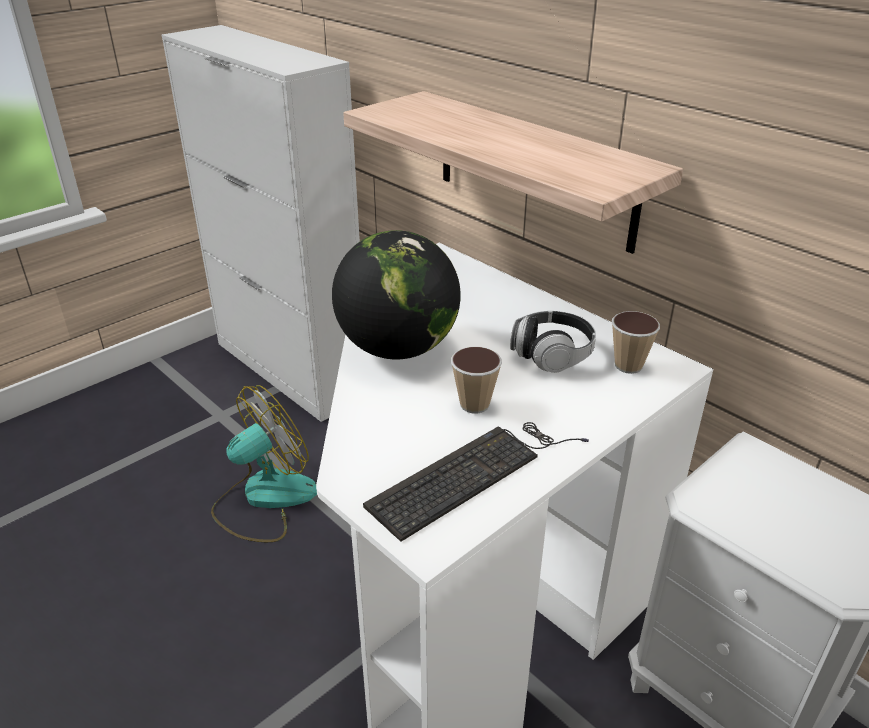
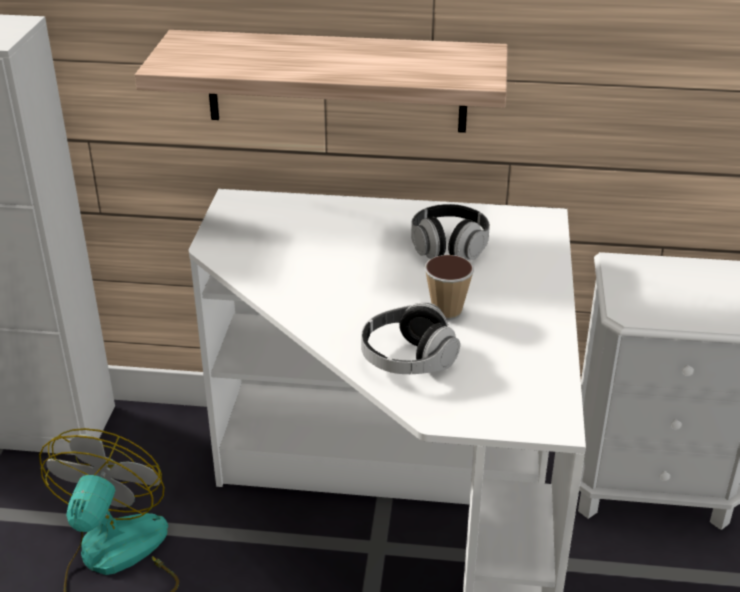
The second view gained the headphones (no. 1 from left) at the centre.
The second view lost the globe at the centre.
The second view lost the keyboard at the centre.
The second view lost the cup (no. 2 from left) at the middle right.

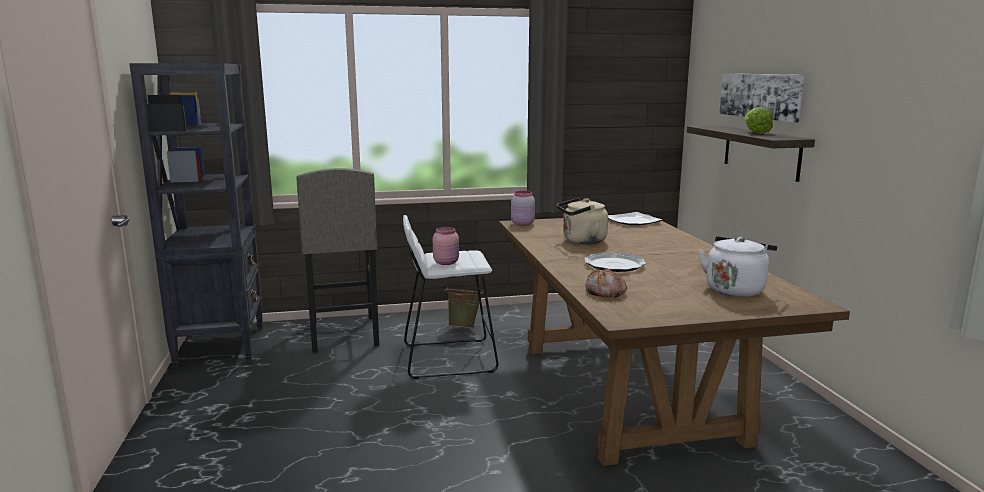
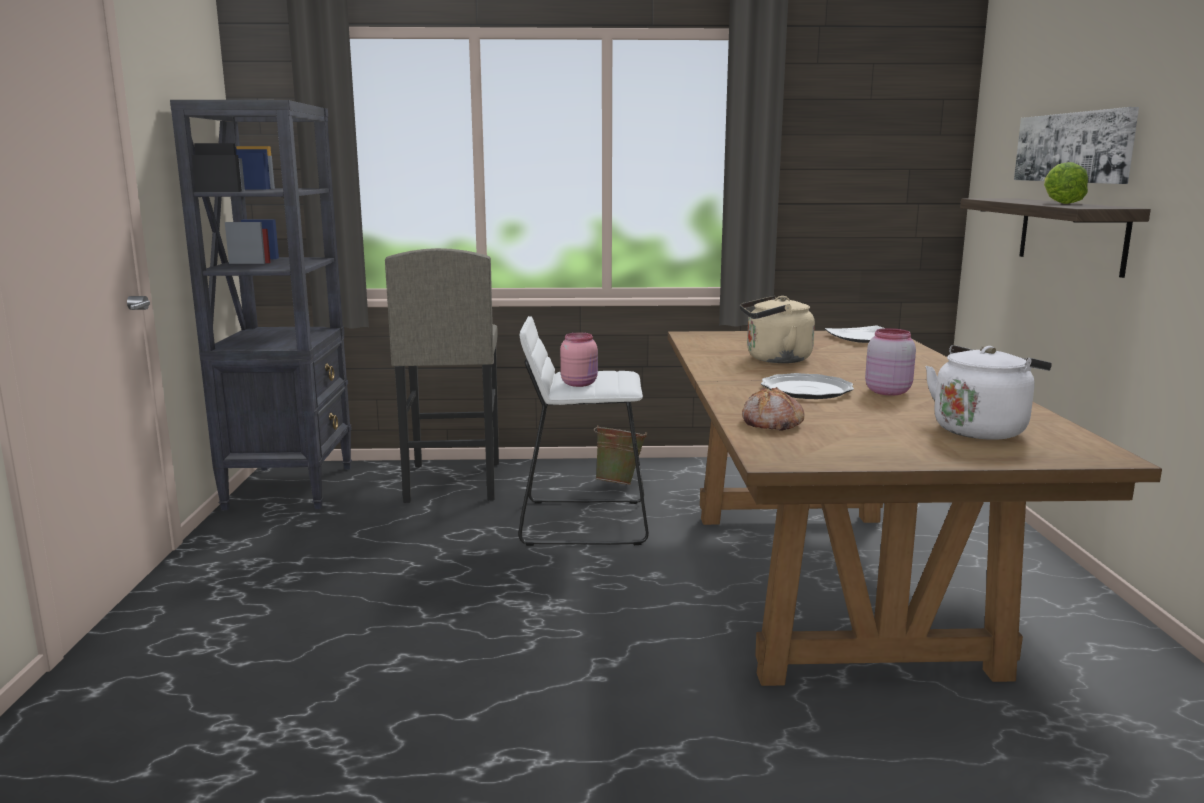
The pink jar (no. 2 from left) ended up elsewhere, having gone from the centre to the middle right.

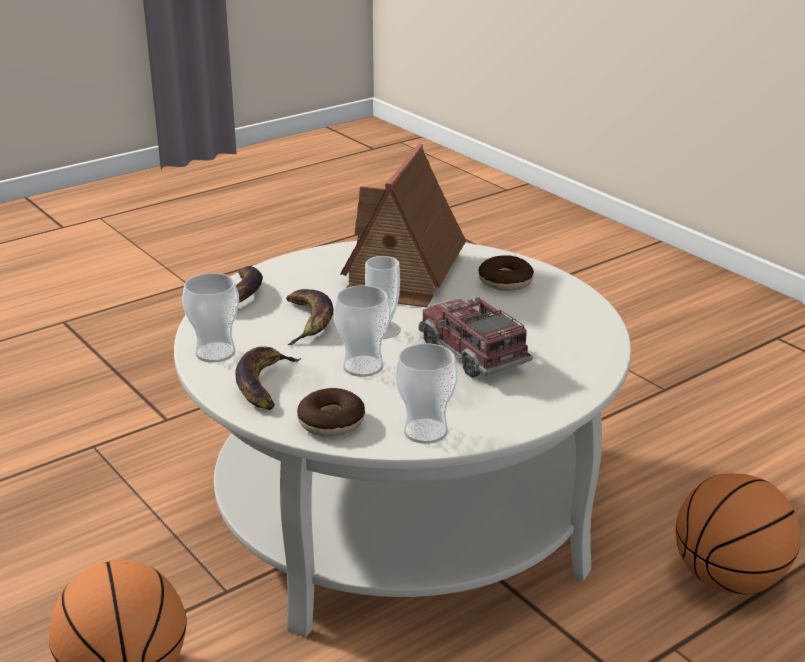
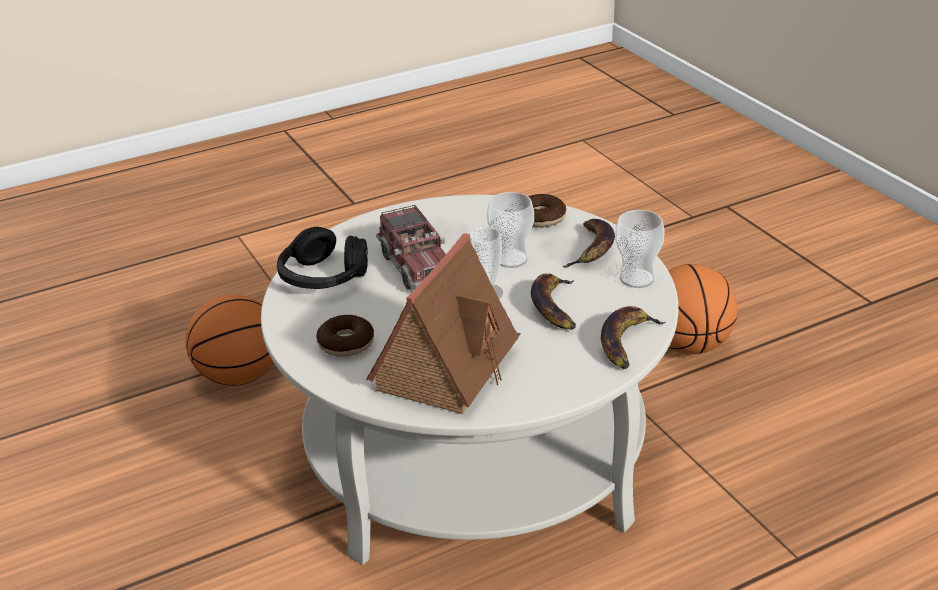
The second view gained the black headphones at the centre.
The second view lost the cup (no. 4 from left) at the centre.

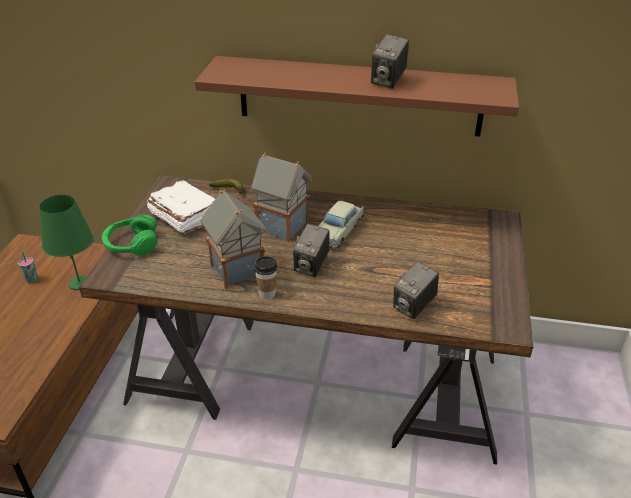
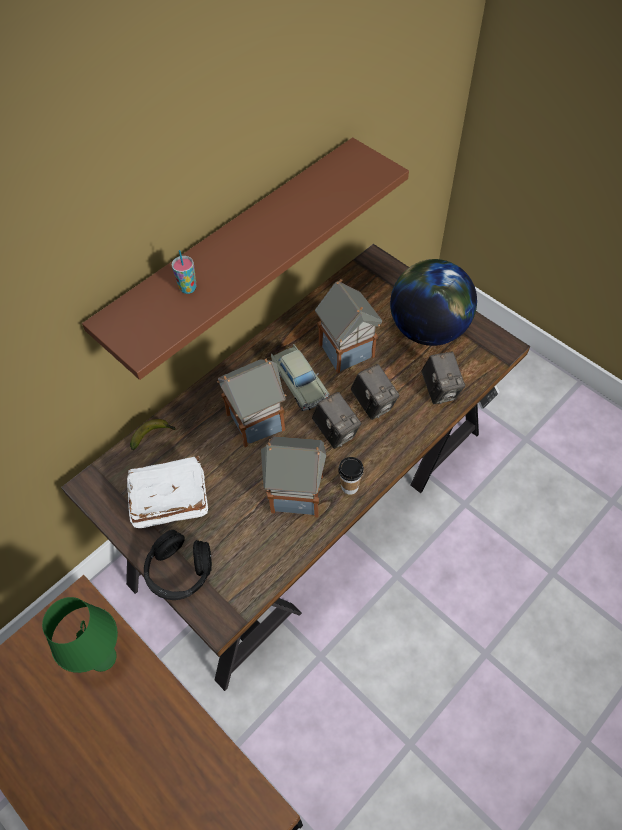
What was the green headphones at the middle left turned into the black headphones at the bottom left.
The cup (no. 1 from left) ended up elsewhere, having gone from the middle left to the top left.
The second view gained the toy house (no. 3 from left) at the centre.
The photo camera (no. 2 from left) ended up elsewhere, having gone from the top centre to the centre.
The second view gained the globe at the middle right.

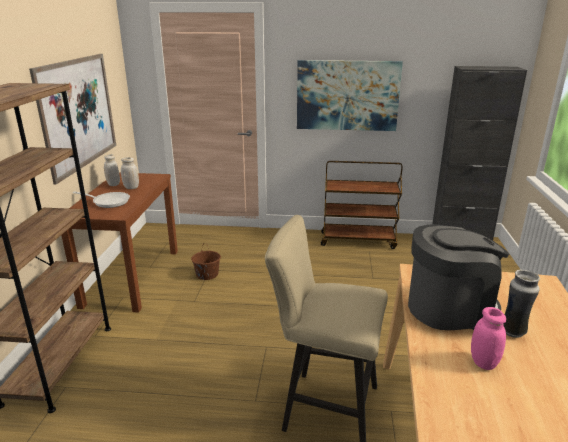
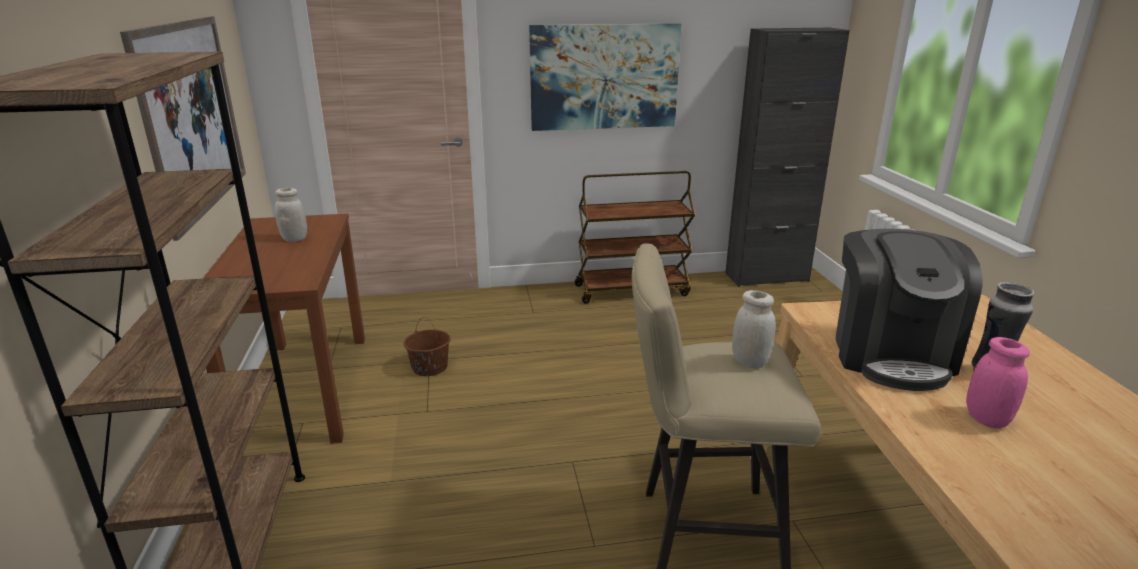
The white jar (no. 1 from left in the first image) ended up elsewhere, having gone from the middle left to the centre.
The coffee machine at the middle right ended up facing another way, 120 degrees clockwise from before.
The second view lost the frying pan at the middle left.

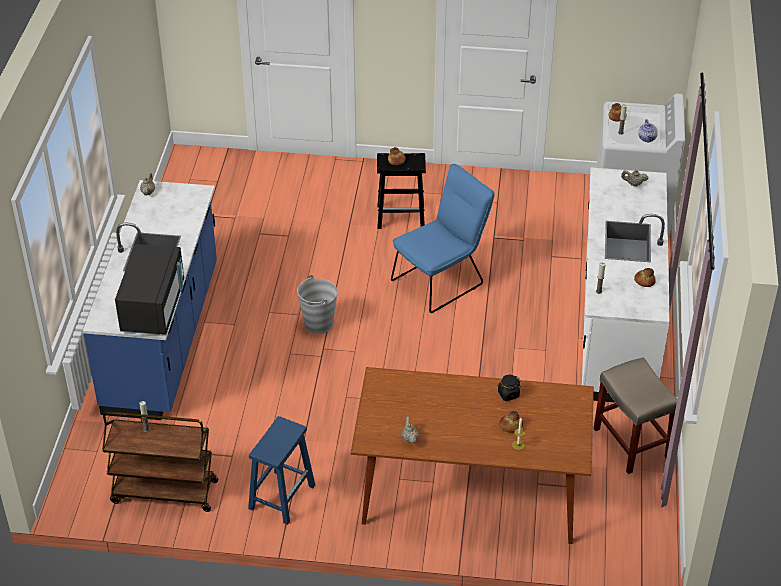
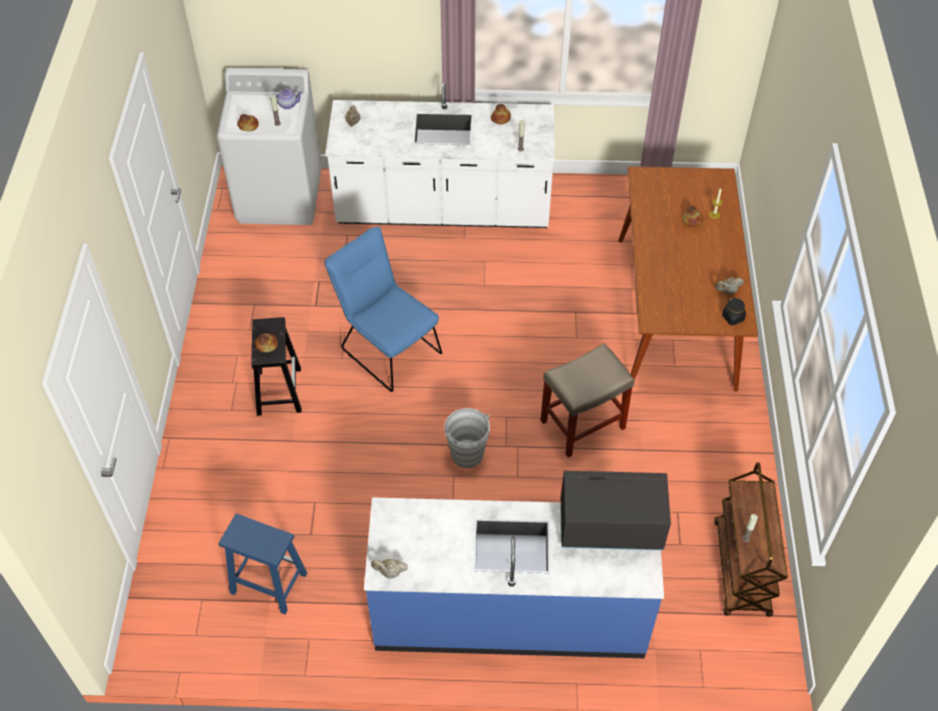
The blue stool ended up elsewhere, having gone from the bottom centre to the bottom left.
The beige stool ended up elsewhere, having gone from the bottom right to the centre.
The black jar ended up elsewhere, having gone from the centre to the middle right.

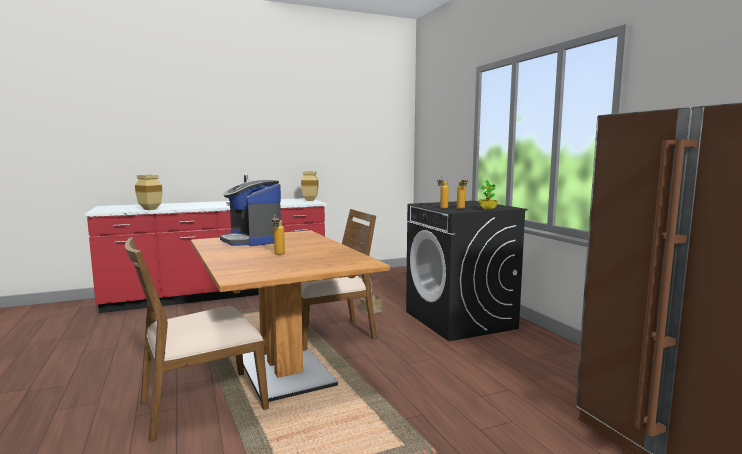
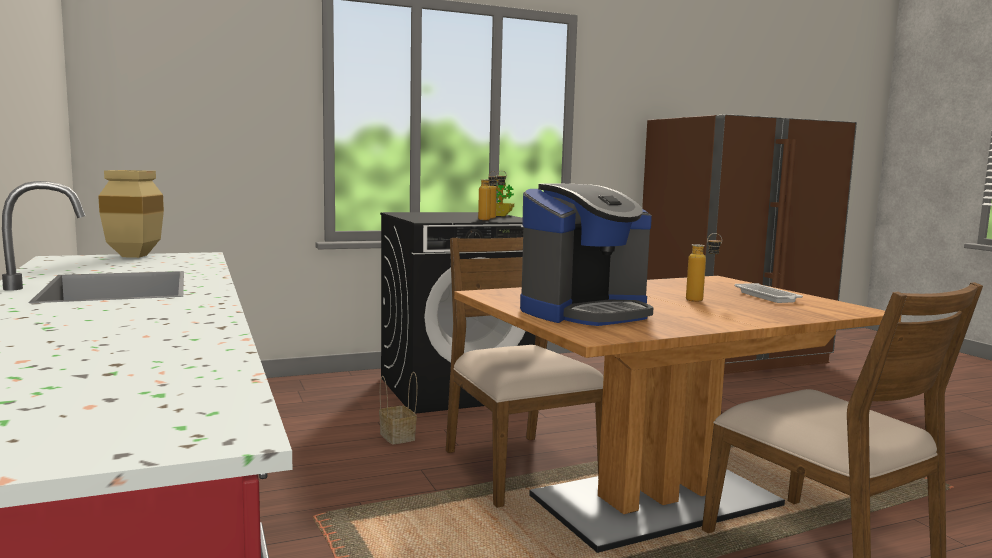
The second view gained the white tray at the middle right.
The second view lost the beige vase (no. 1 from left) at the middle left.

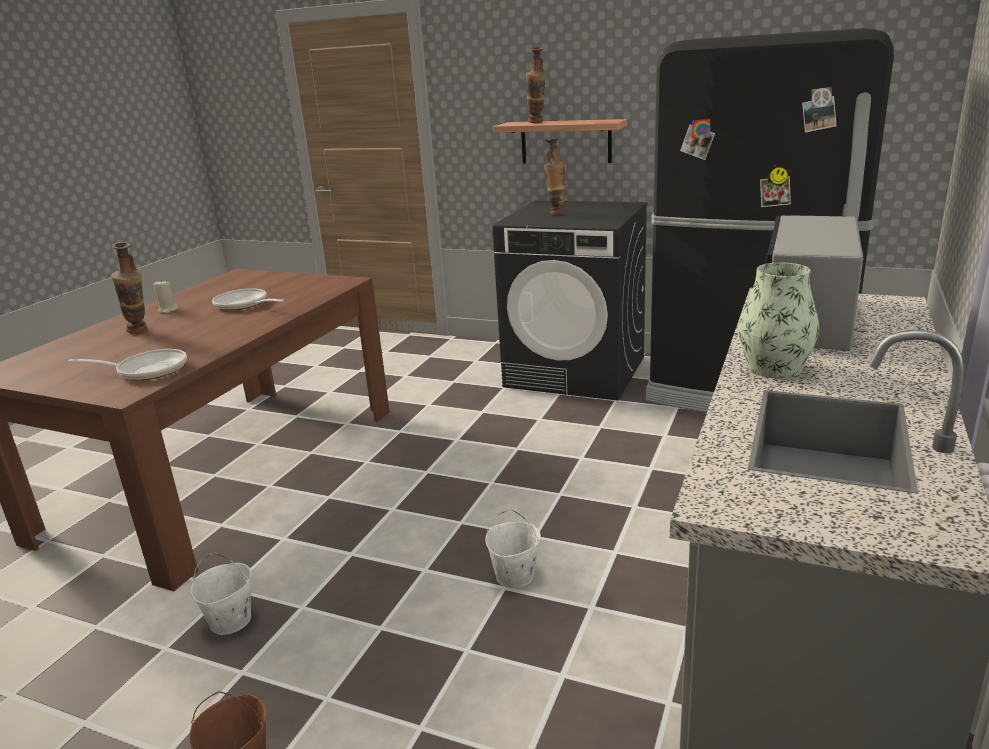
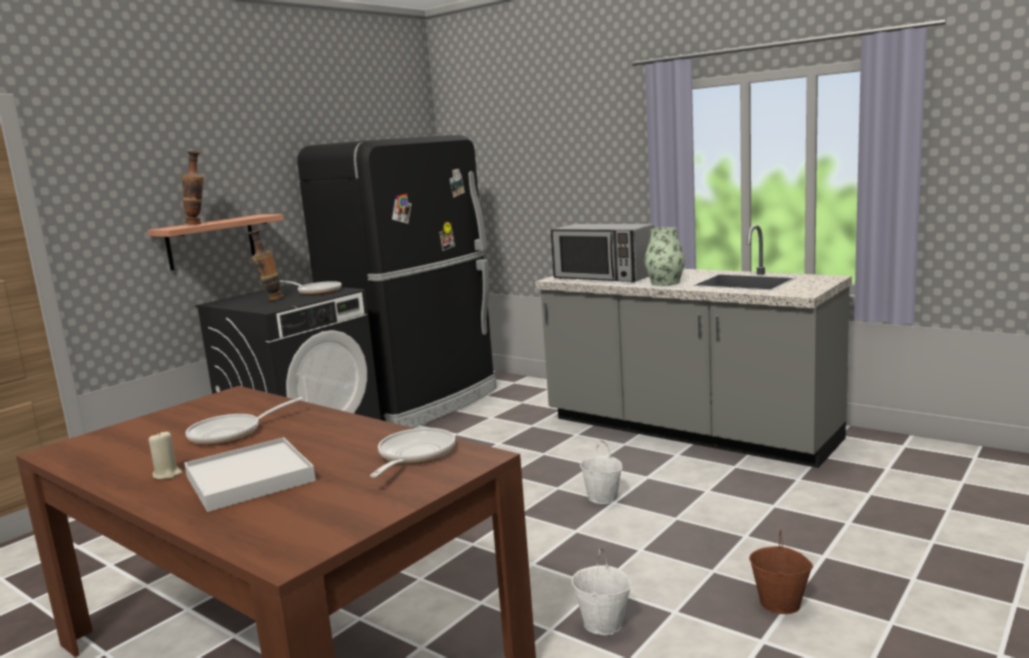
Where the vase (no. 1 from left) stood at the middle left, the white tray came to stand at the bottom left.
The second view gained the frying pan (no. 2 from left) at the middle left.

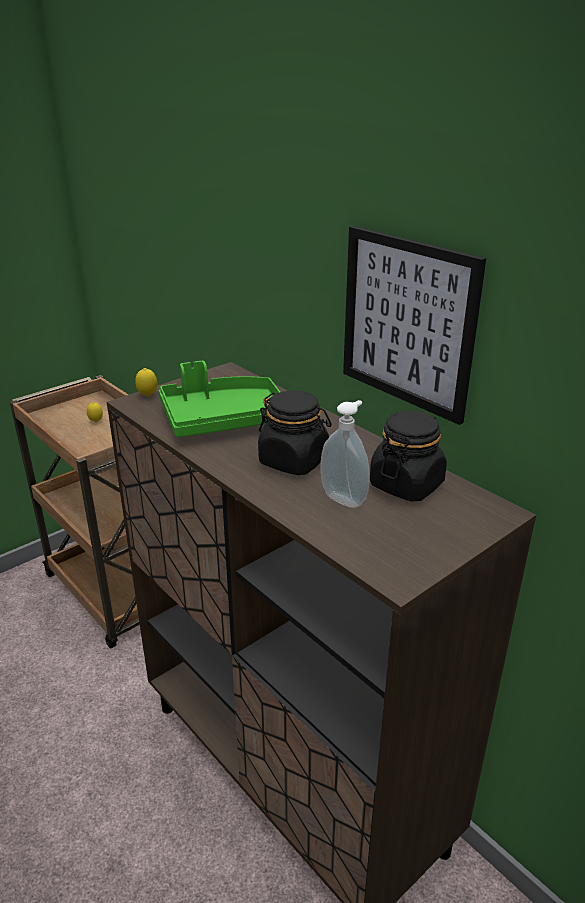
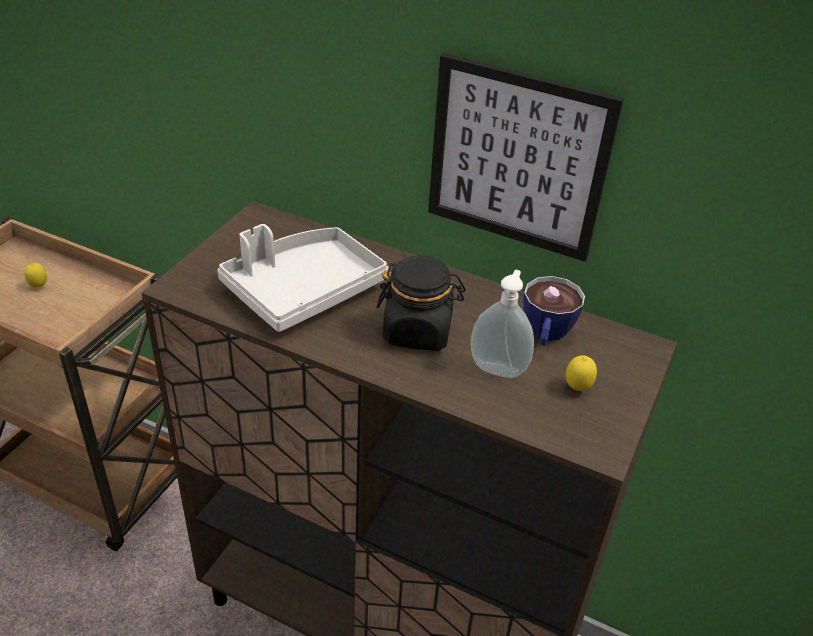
What was the green tray at the centre turned into the grey tray at the centre.
Where the black jar (no. 2 from left) stood at the middle right, the cup came to stand at the middle right.
The lemon (no. 2 from left) ended up elsewhere, having gone from the middle left to the middle right.

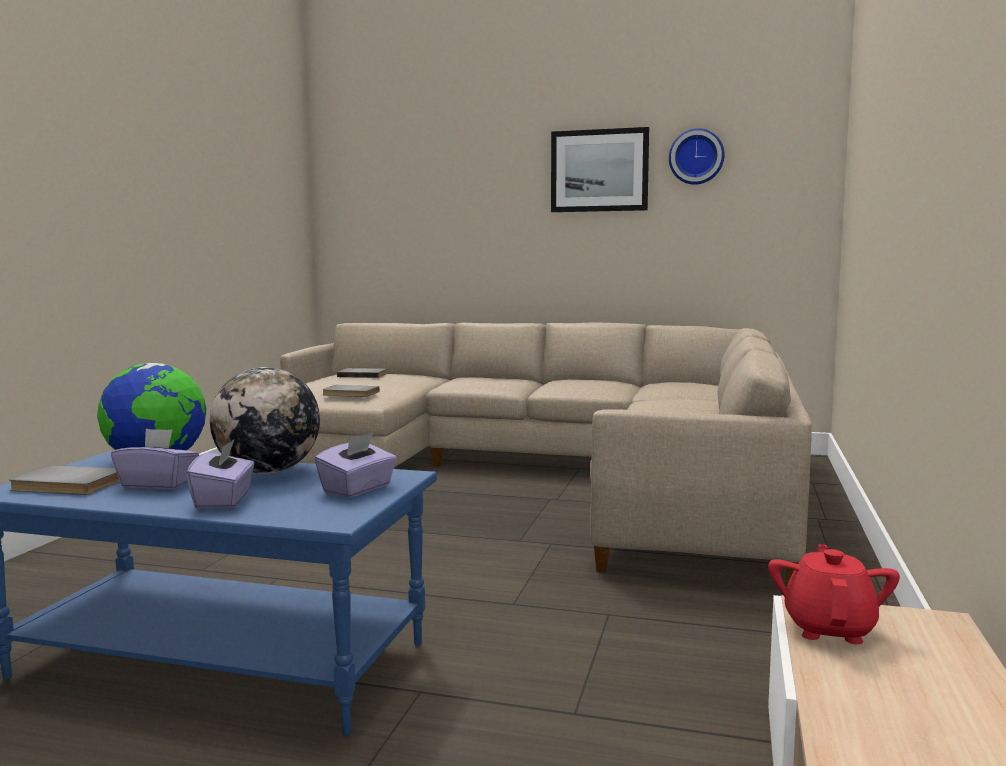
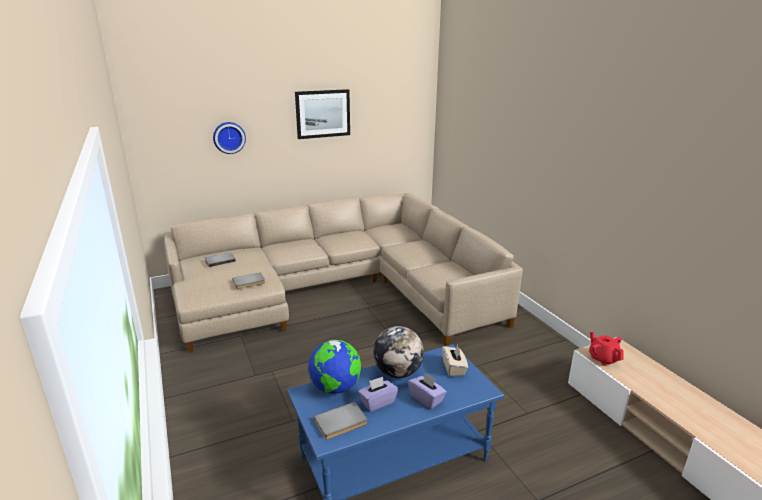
The wall clock ended up elsewhere, having gone from the top right to the top left.
What was the purple tissue box (no. 3 from left) at the centre turned into the beige tissue box at the bottom centre.

